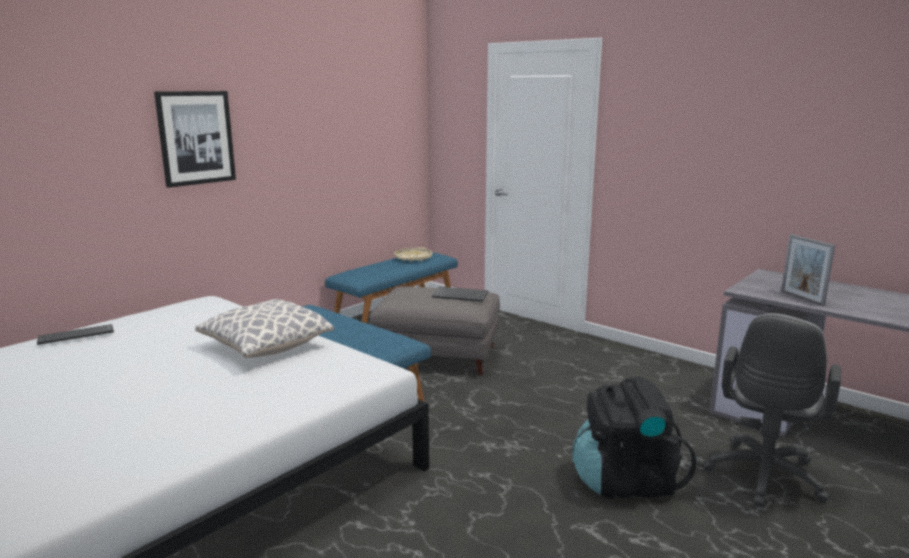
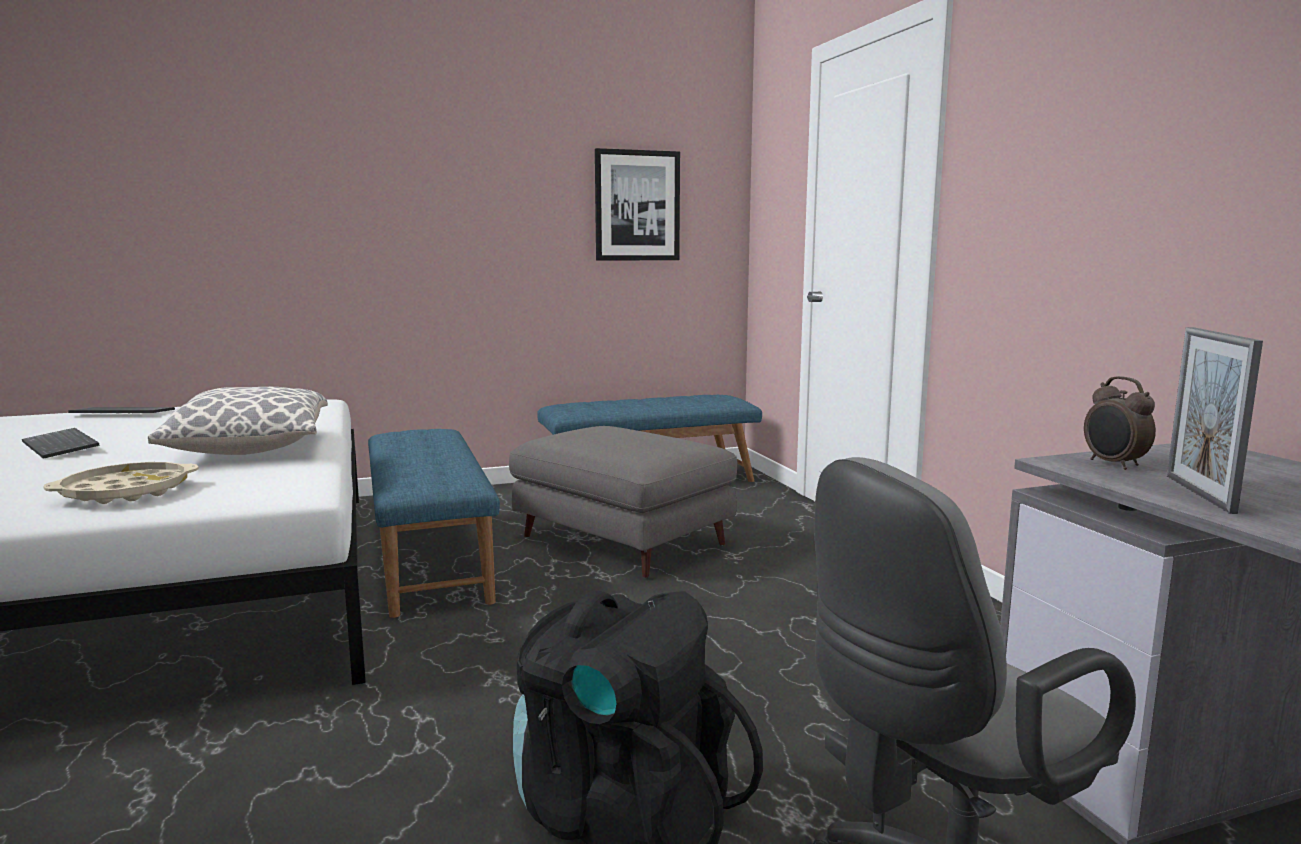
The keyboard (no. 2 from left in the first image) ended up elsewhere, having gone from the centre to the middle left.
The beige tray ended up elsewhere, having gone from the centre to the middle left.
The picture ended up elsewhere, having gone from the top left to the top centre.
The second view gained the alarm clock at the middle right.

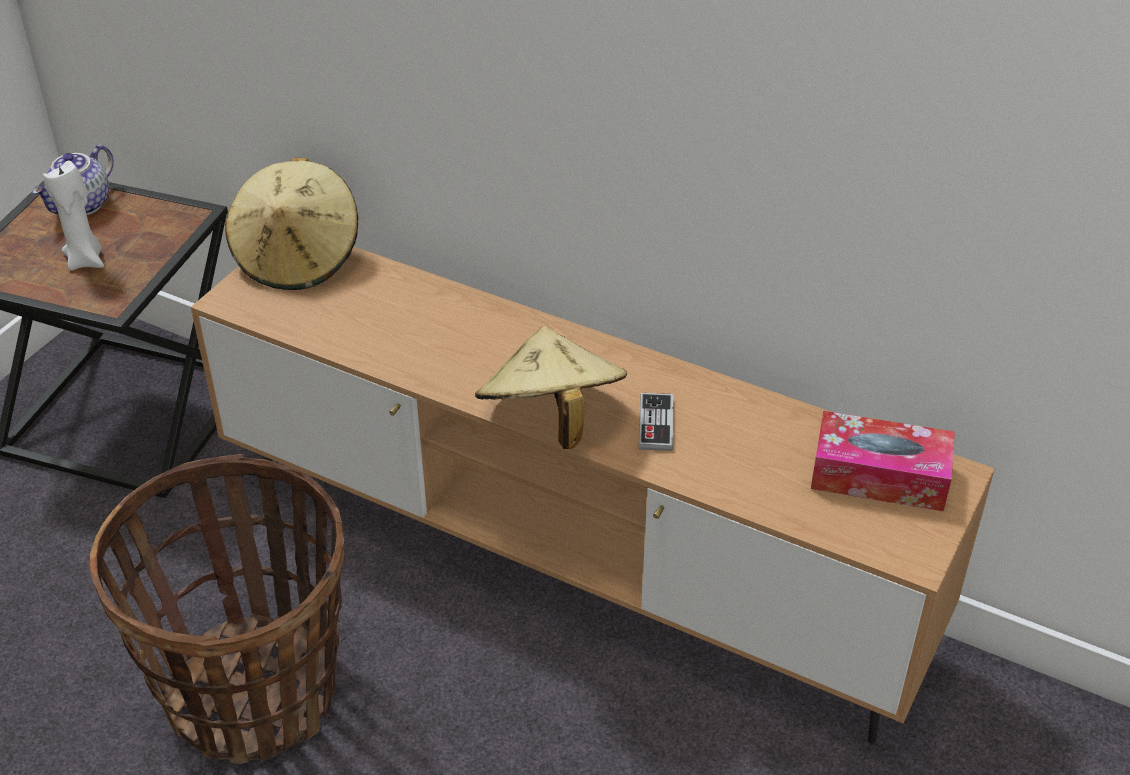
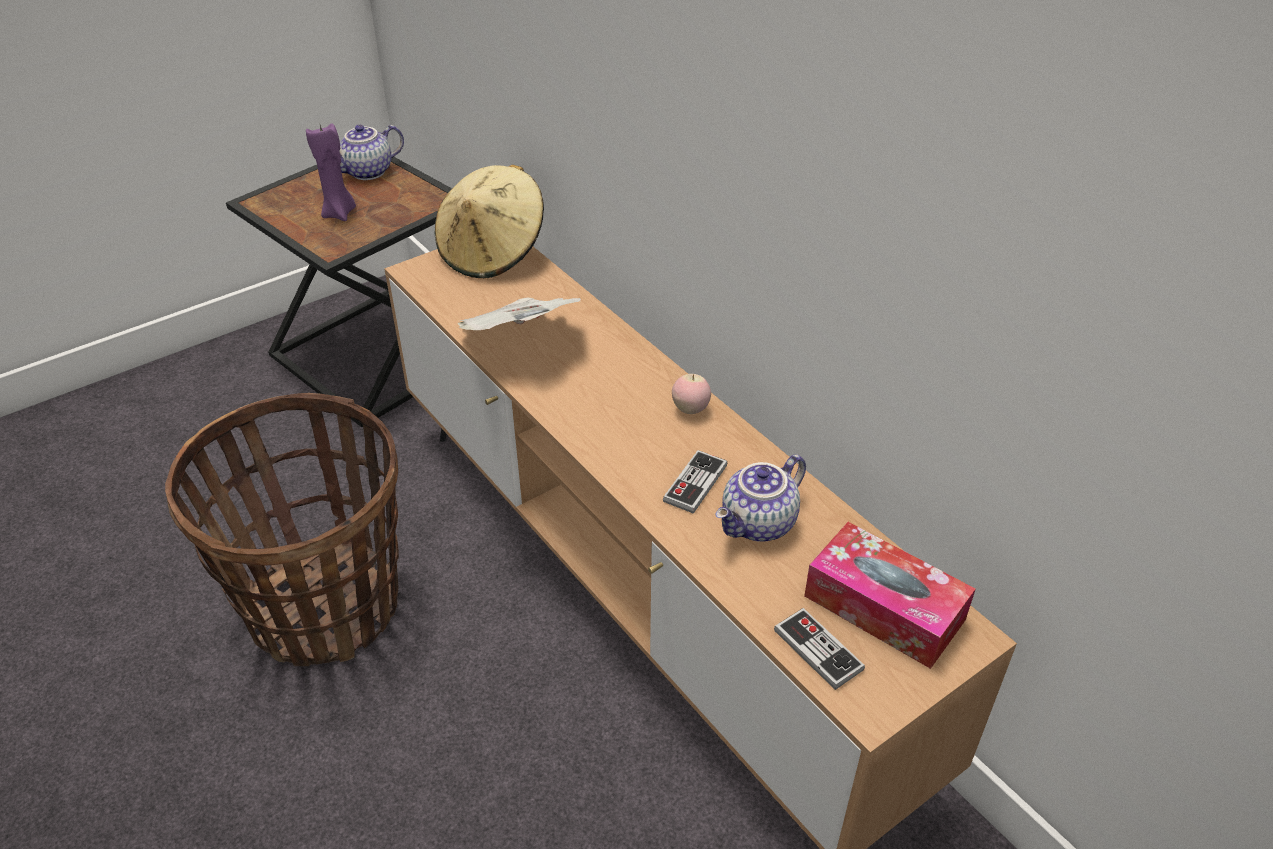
What was the white candle at the top left turned into the purple candle at the top left.
The second view gained the newspaper at the centre.
The second view gained the apple at the centre.
The second view gained the teapot (no. 2 from left) at the centre.
The second view gained the game controller (no. 2 from left) at the bottom centre.
The second view lost the beige hat (no. 2 from left) at the centre.

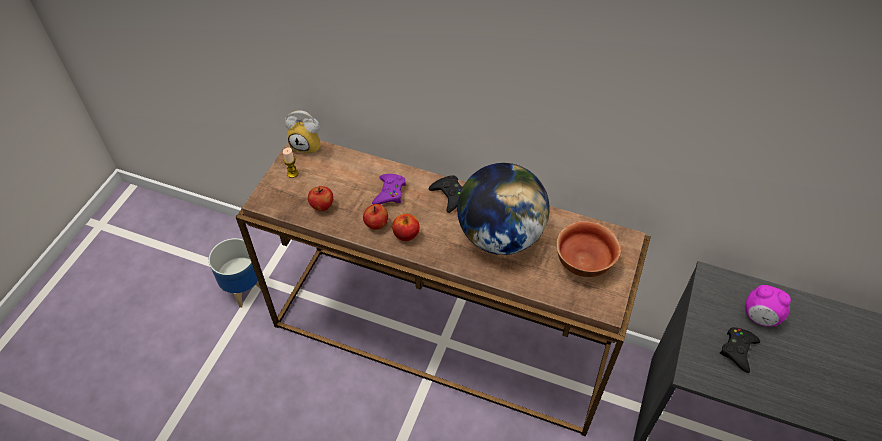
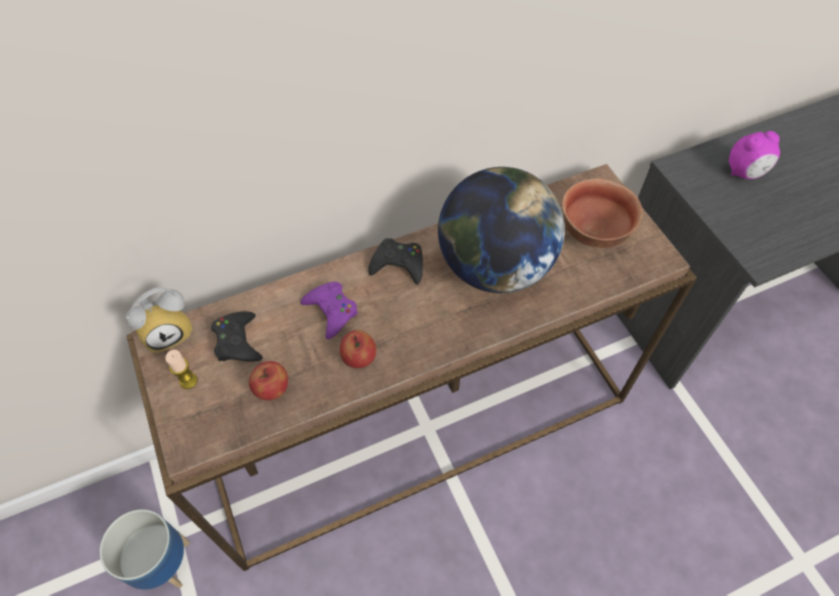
The black game controller (no. 2 from left in the first image) ended up elsewhere, having gone from the bottom right to the middle left.
The second view lost the apple (no. 3 from left) at the centre.

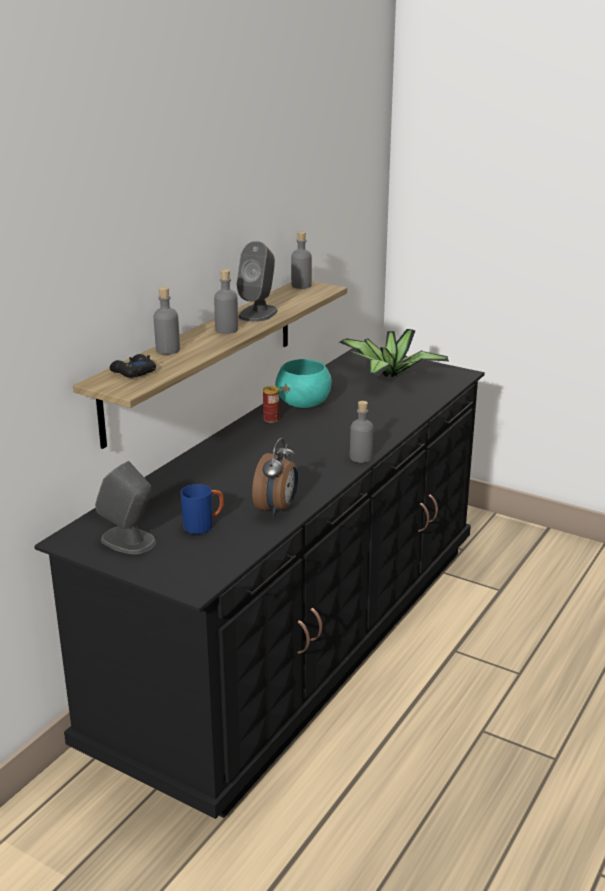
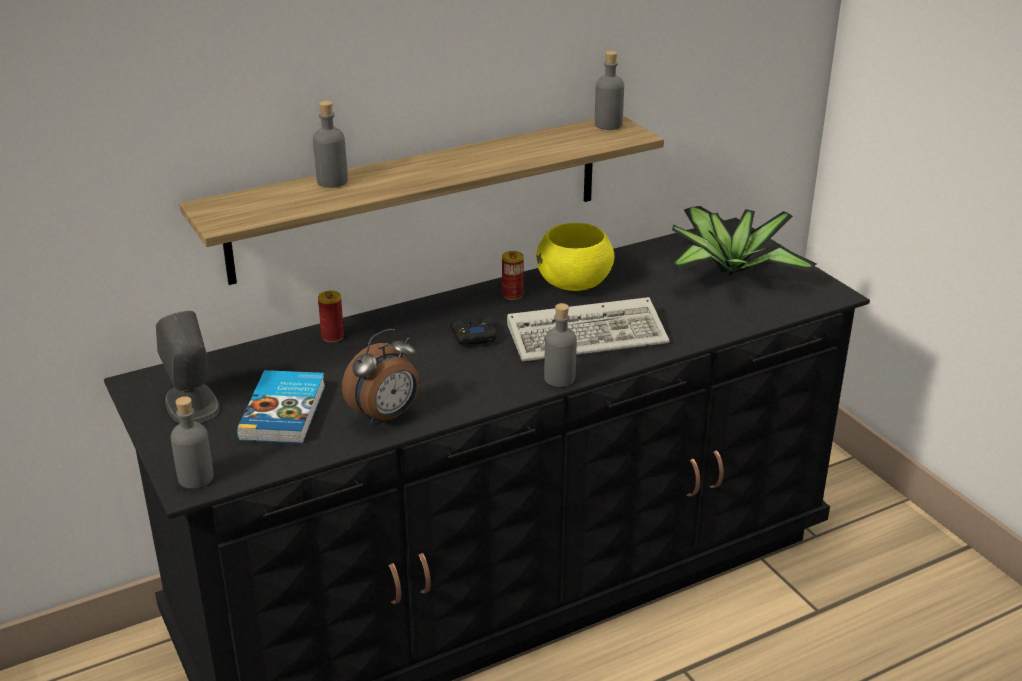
The grey bottle (no. 2 from left in the first image) ended up elsewhere, having gone from the centre to the middle left.
Where the blue mug stood at the centre, the book came to stand at the middle left.
The second view gained the can (no. 1 from left) at the middle left.
The black game controller ended up elsewhere, having gone from the middle left to the centre.
The second view gained the keyboard at the centre.
What was the turquoise bowl at the centre turned into the yellow bowl at the centre.
The second view lost the grey speaker (no. 2 from left) at the top centre.

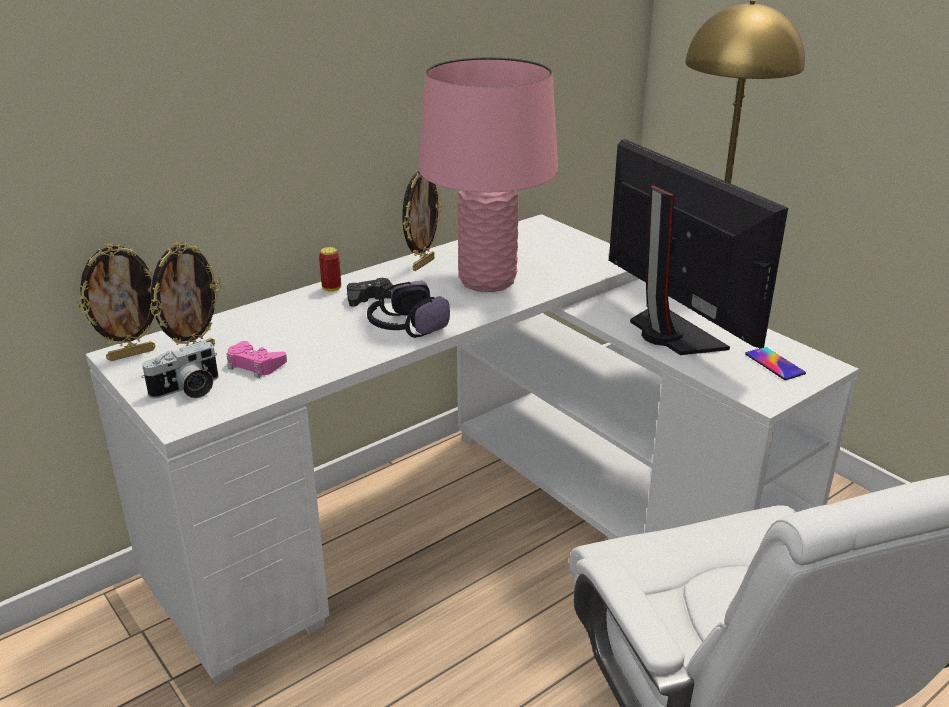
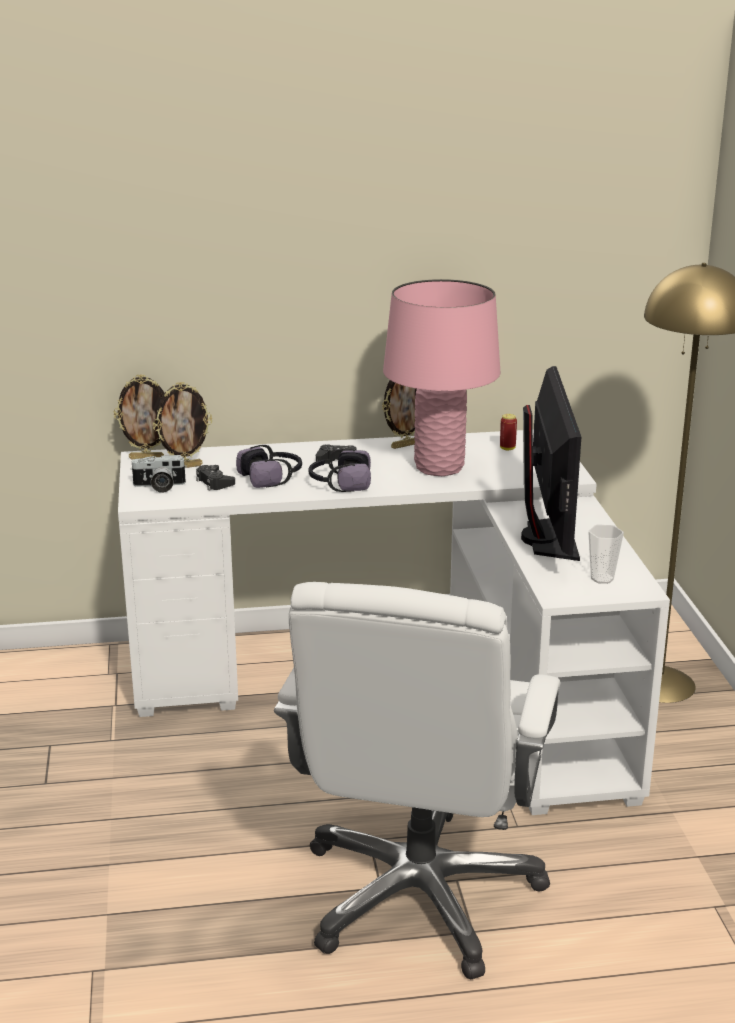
What was the pink game controller at the middle left turned into the black game controller (no. 1 from left) at the middle left.
The second view gained the headphones (no. 1 from left) at the centre.
The can ended up elsewhere, having gone from the centre to the middle right.
Where the phone stood at the middle right, the cup came to stand at the middle right.

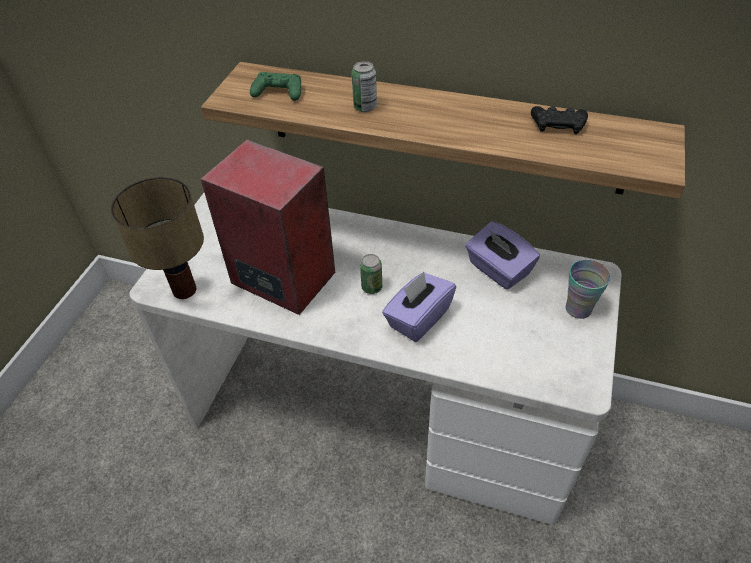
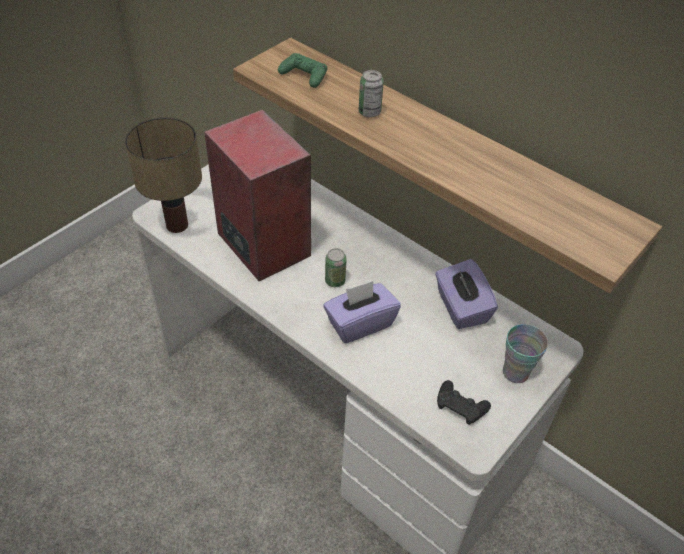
The black game controller ended up elsewhere, having gone from the top right to the bottom right.

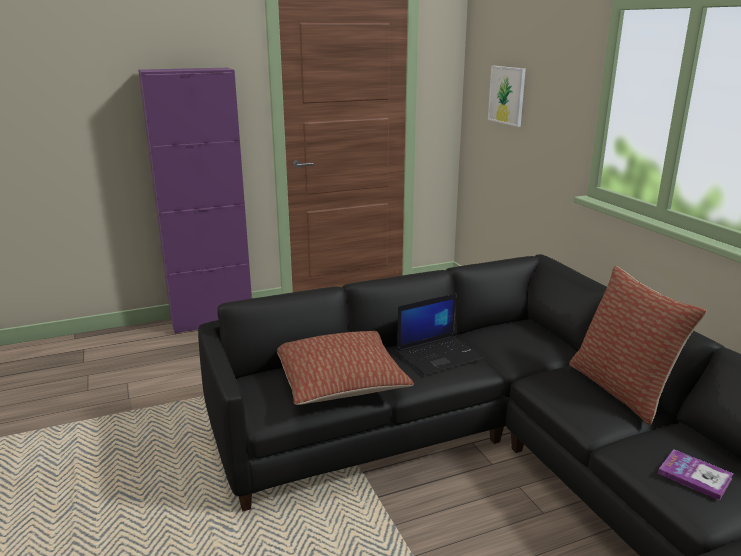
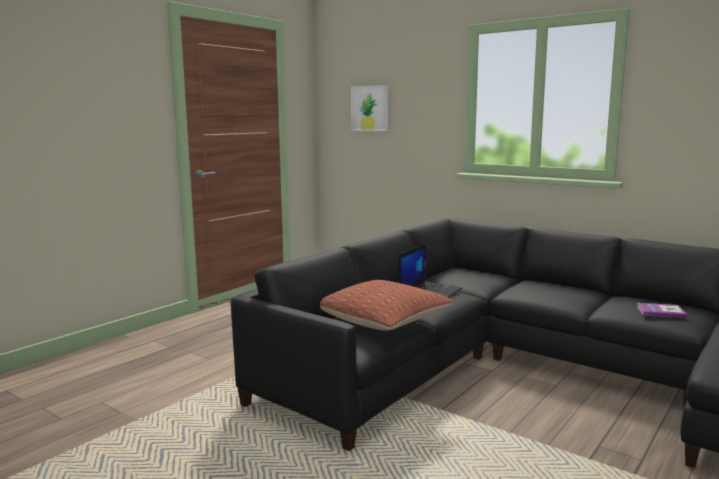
The second view lost the purple cabinet at the middle left.
The second view lost the pillow (no. 2 from left) at the middle right.

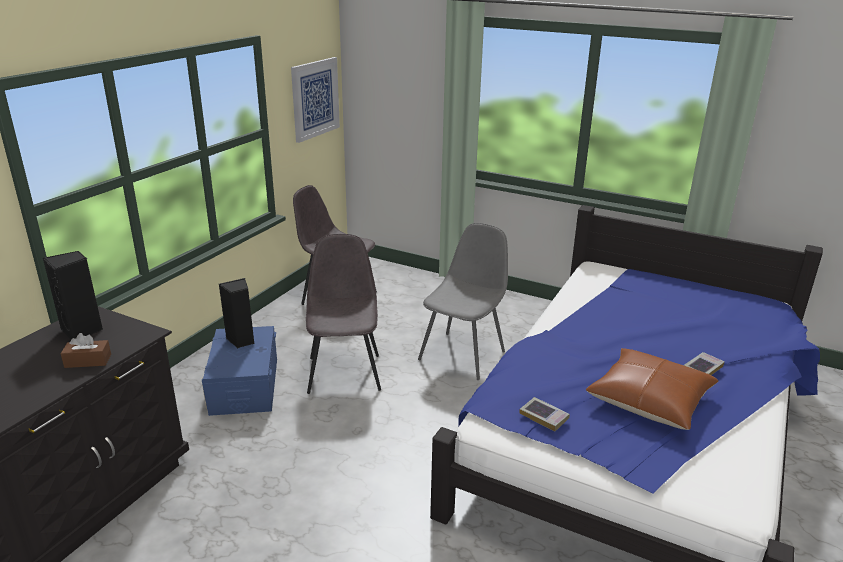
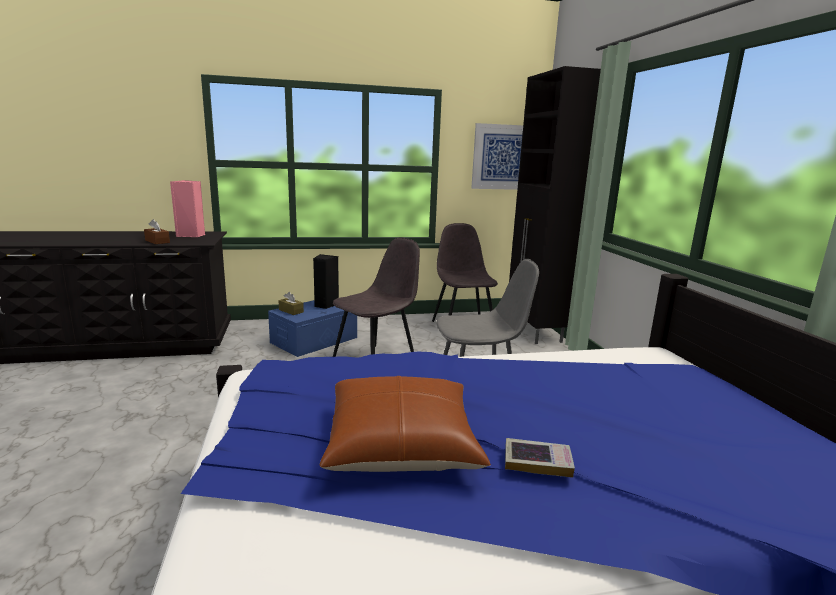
What was the black speaker (no. 1 from left) at the middle left turned into the pink speaker at the middle left.
The second view gained the brown tissue box (no. 2 from left) at the centre.
The second view gained the black cabinet at the centre.
The second view lost the book (no. 1 from left) at the bottom centre.

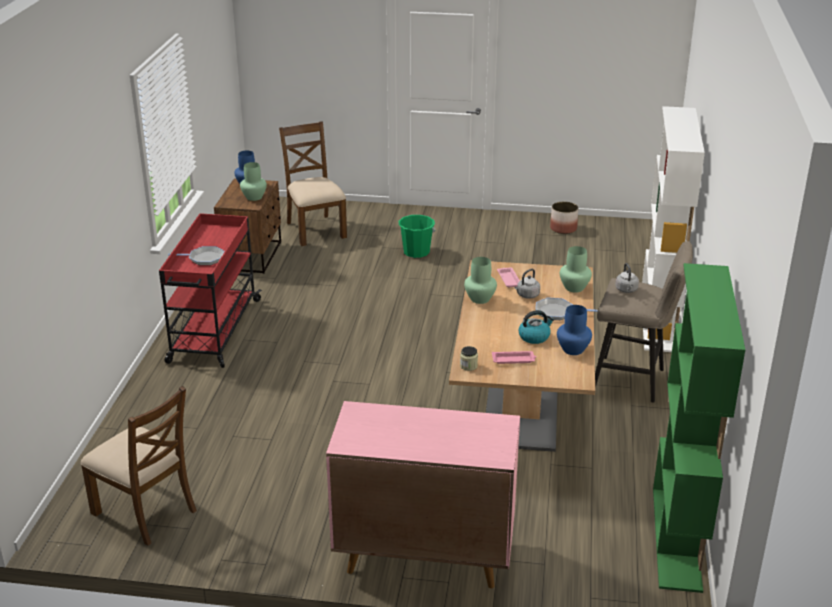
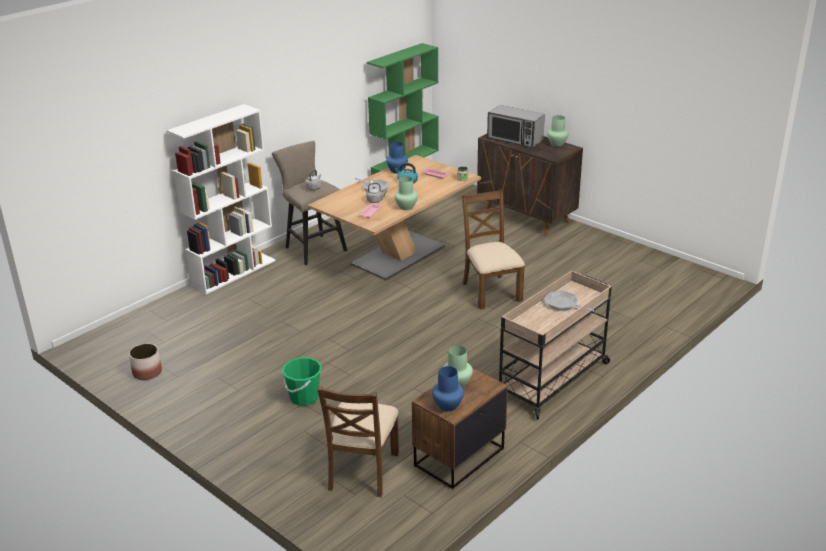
The brown chair (no. 1 from left in the first image) ended up elsewhere, having gone from the bottom left to the centre.
What was the pink cabinet at the bottom centre turned into the brown cabinet at the centre.
The second view gained the microwave at the top centre.
What was the red cart at the middle left turned into the beige cart at the middle right.
The green vase (no. 3 from left) ended up elsewhere, having gone from the middle right to the top right.

